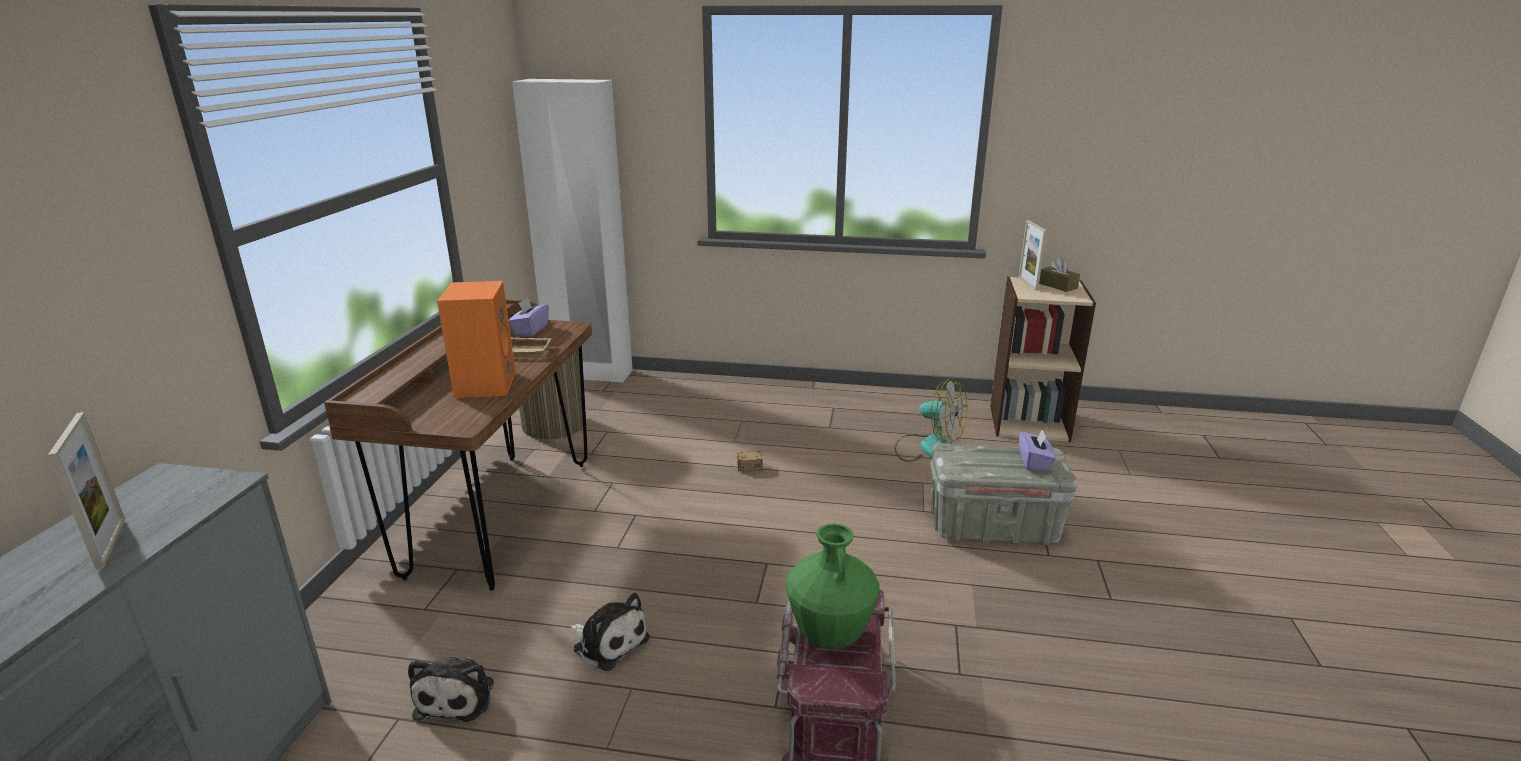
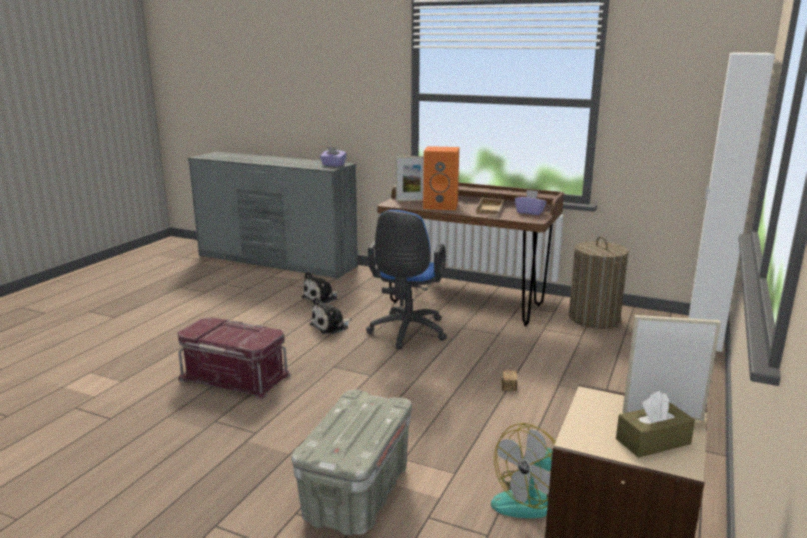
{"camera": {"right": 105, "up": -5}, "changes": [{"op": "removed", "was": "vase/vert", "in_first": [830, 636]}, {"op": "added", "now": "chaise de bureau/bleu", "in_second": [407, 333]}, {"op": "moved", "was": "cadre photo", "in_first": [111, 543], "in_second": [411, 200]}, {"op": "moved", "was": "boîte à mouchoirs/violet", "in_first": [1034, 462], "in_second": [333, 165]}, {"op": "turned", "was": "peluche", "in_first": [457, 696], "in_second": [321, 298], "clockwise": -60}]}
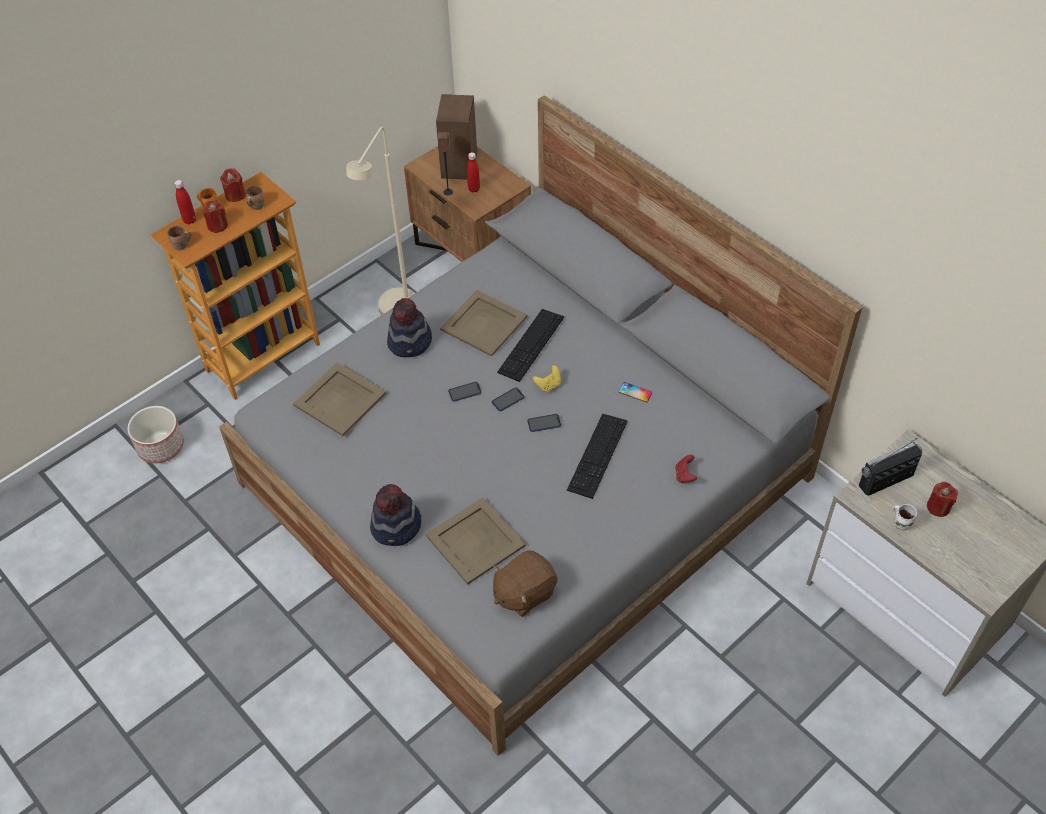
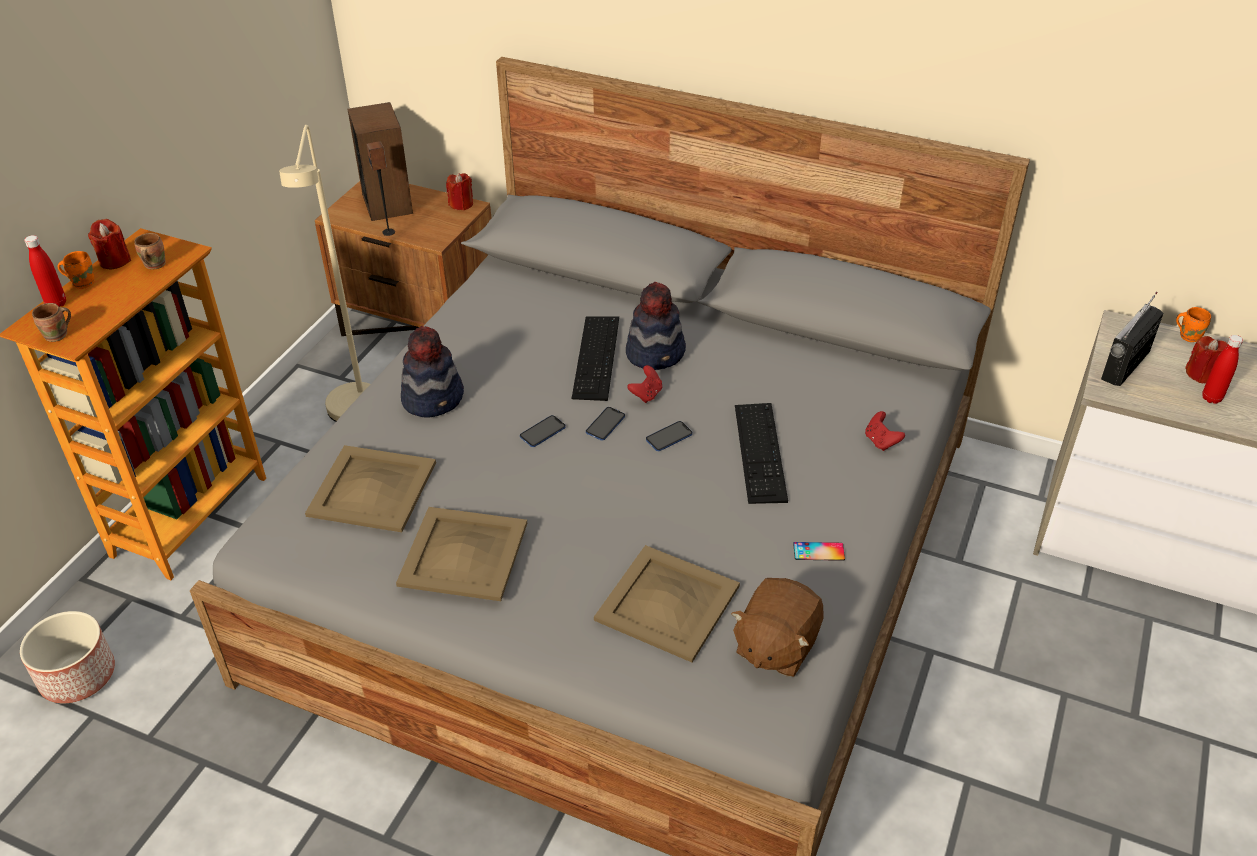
{"camera": {"right": -25, "up": -10}, "changes": [{"op": "removed", "was": "mug/blanc", "in_first": [901, 523]}, {"op": "added", "now": "mug/orange", "in_second": [1188, 335]}, {"op": "moved", "was": "bougie/rouge", "in_first": [217, 225], "in_second": [461, 204]}, {"op": "moved", "was": "chapeau", "in_first": [396, 527], "in_second": [656, 352]}, {"op": "moved", "was": "plateau/beige", "in_first": [484, 323], "in_second": [465, 553]}, {"op": "moved", "was": "bouteille/rouge", "in_first": [474, 189], "in_second": [1211, 398]}, {"op": "moved", "was": "téléphone", "in_first": [635, 392], "in_second": [818, 551]}, {"op": "recoloured", "was": "manette/jaune", "now": "manette/rouge", "in_first": [548, 385], "in_second": [646, 394]}]}
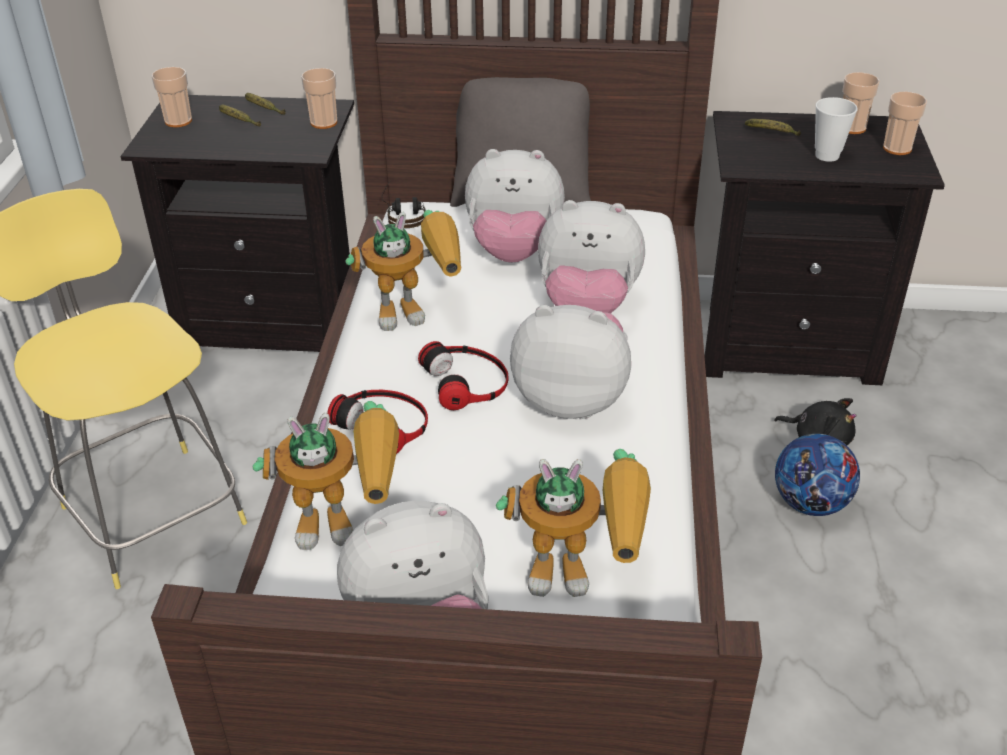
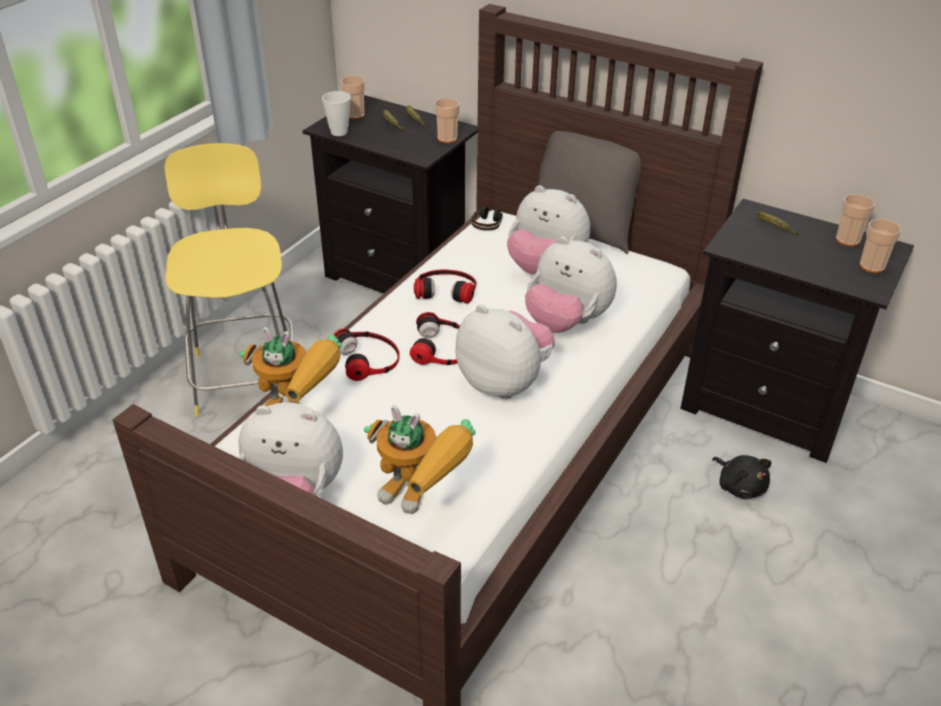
{"camera": {"right": 25, "up": 0}, "changes": [{"op": "removed", "was": "ballon de foot", "in_first": [810, 503]}, {"op": "moved", "was": "tasse", "in_first": [827, 155], "in_second": [339, 132]}, {"op": "replaced", "was": "robot jouet", "now": "casque audio", "in_first": [417, 310], "in_second": [446, 289]}]}
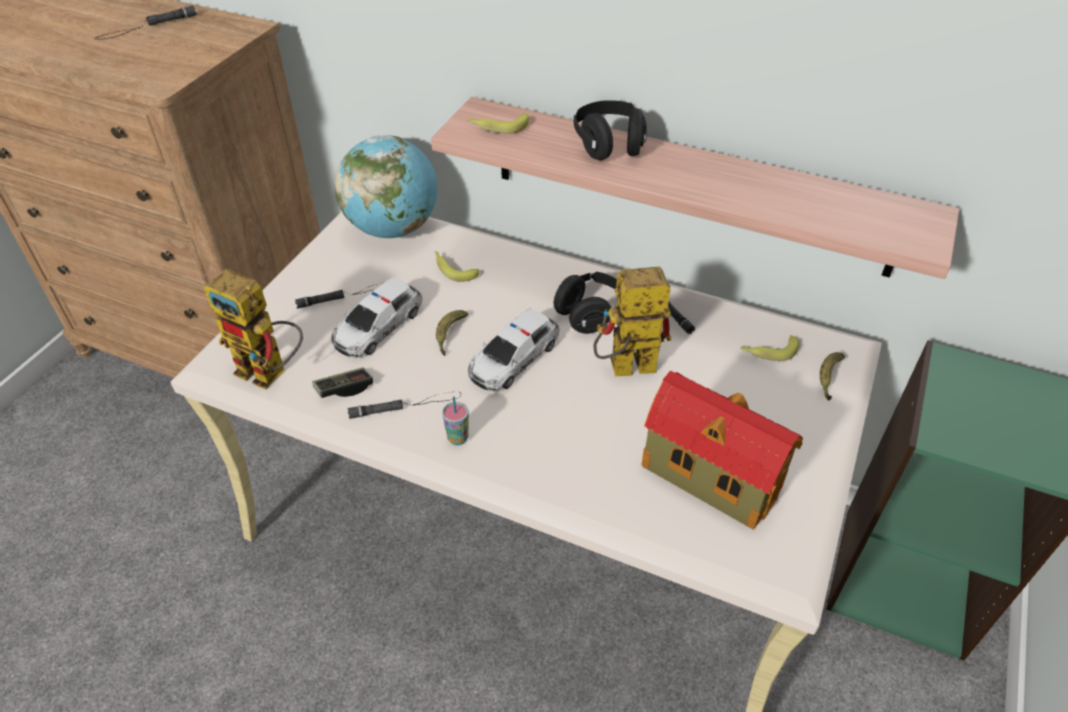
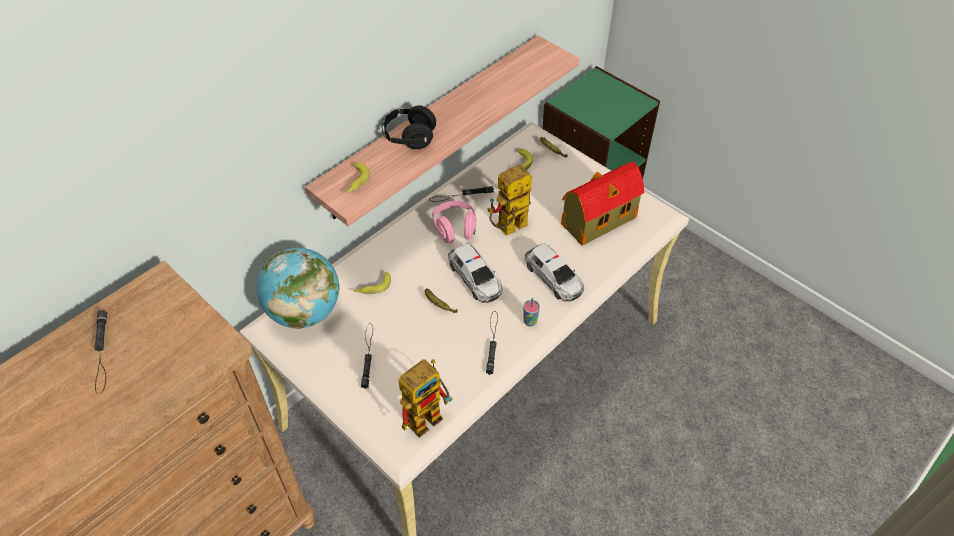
{"camera": {"right": -70, "up": 5}, "changes": [{"op": "removed", "was": "manette", "in_first": [344, 389]}, {"op": "moved", "was": "petite voiture", "in_first": [378, 326], "in_second": [554, 277]}, {"op": "recoloured", "was": "casque audio/noir", "now": "casque audio/rose", "in_first": [592, 314], "in_second": [455, 229]}, {"op": "turned", "was": "robot jouet", "in_first": [623, 369], "in_second": [508, 230], "clockwise": 45}]}
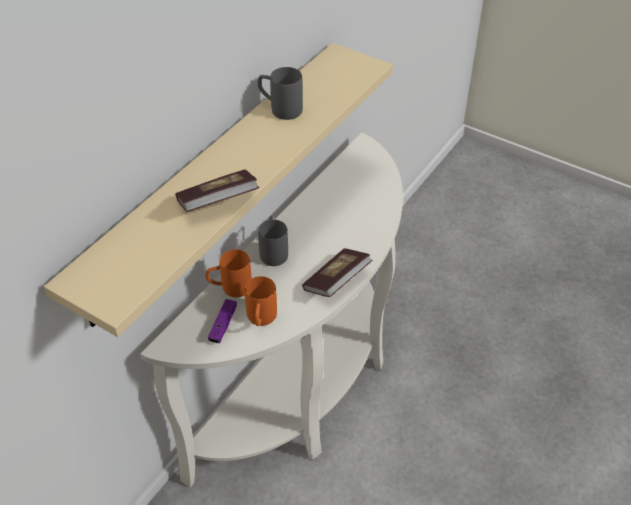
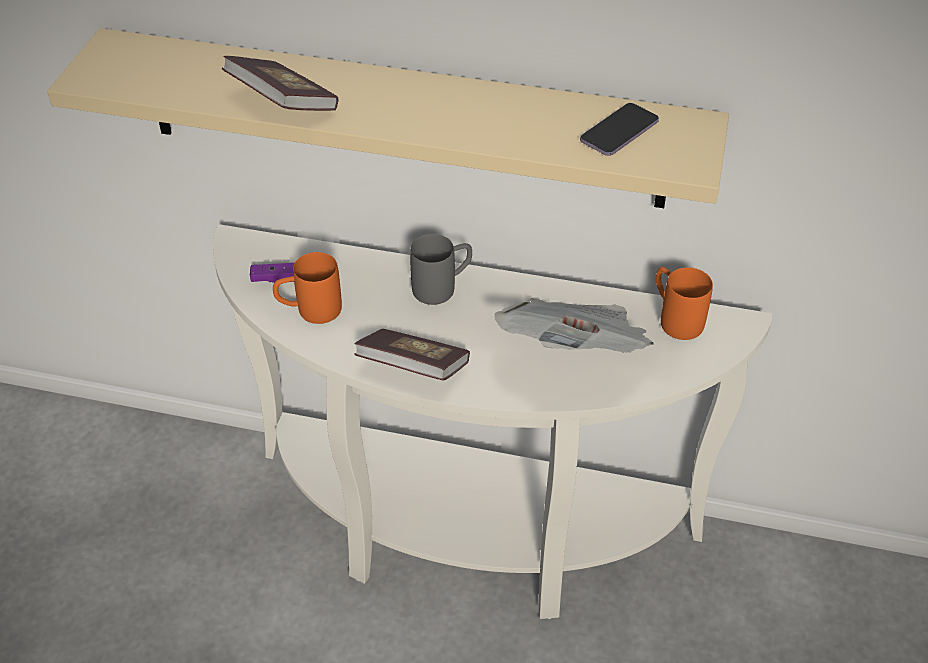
{"camera": {"right": 70, "up": 0}, "changes": [{"op": "removed", "was": "mug/gris", "in_first": [280, 109]}, {"op": "added", "now": "journal", "in_second": [575, 353]}, {"op": "added", "now": "téléphone", "in_second": [619, 132]}, {"op": "moved", "was": "mug/orange", "in_first": [230, 288], "in_second": [674, 318]}]}
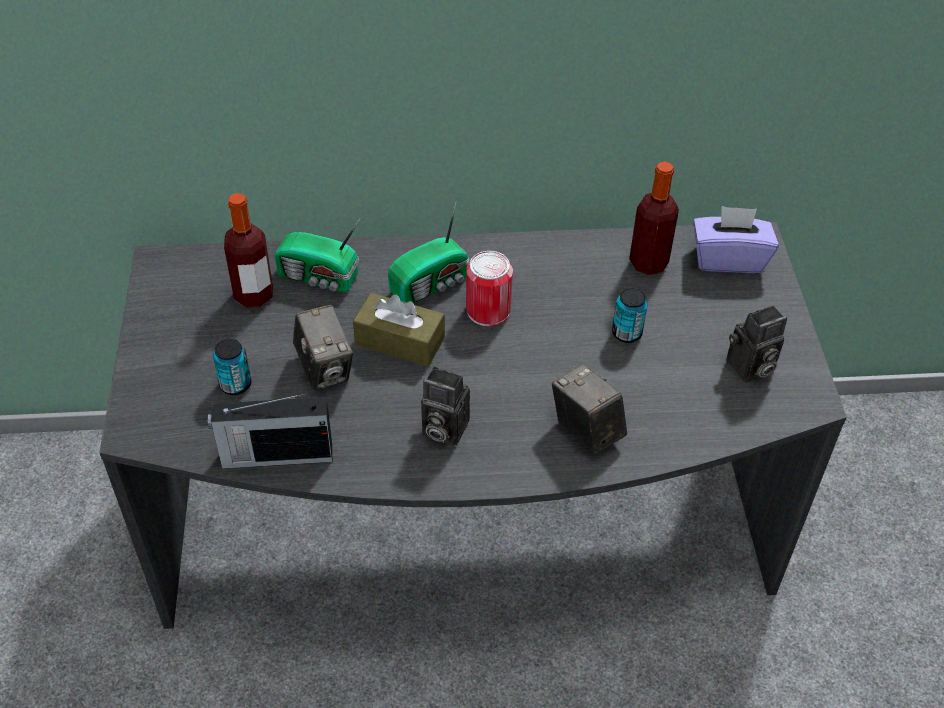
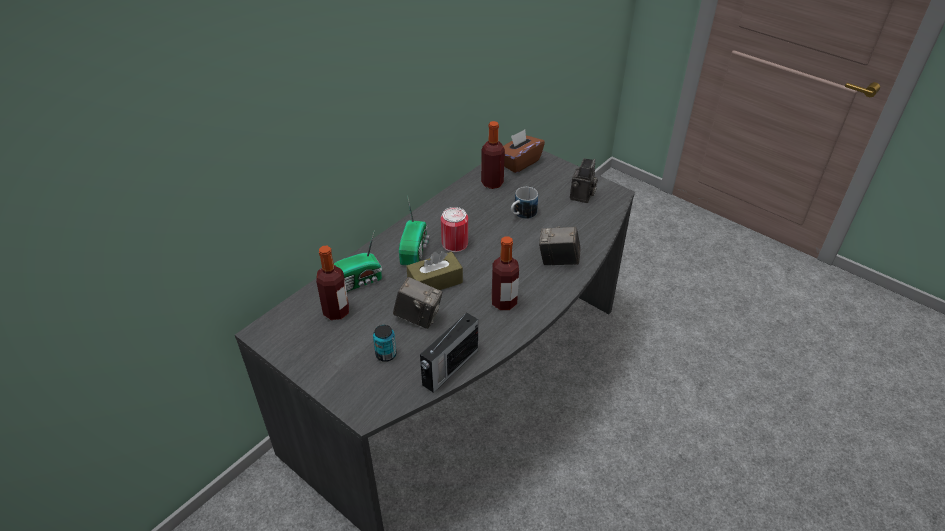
{"camera": {"right": -45, "up": -5}, "changes": [{"op": "replaced", "was": "appareil photo", "now": "bouteille", "in_first": [442, 429], "in_second": [504, 302]}, {"op": "replaced", "was": "boîte métallique", "now": "mug", "in_first": [627, 333], "in_second": [521, 214]}, {"op": "recoloured", "was": "boîte à mouchoirs/violet", "now": "boîte à mouchoirs/marron", "in_first": [728, 259], "in_second": [519, 162]}]}
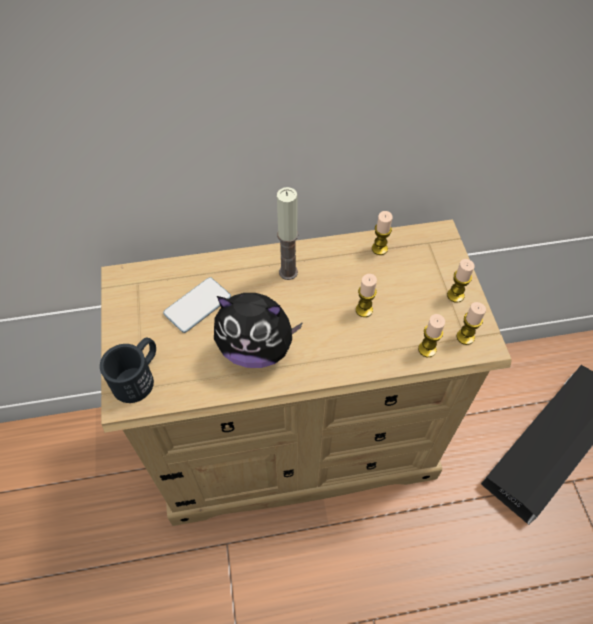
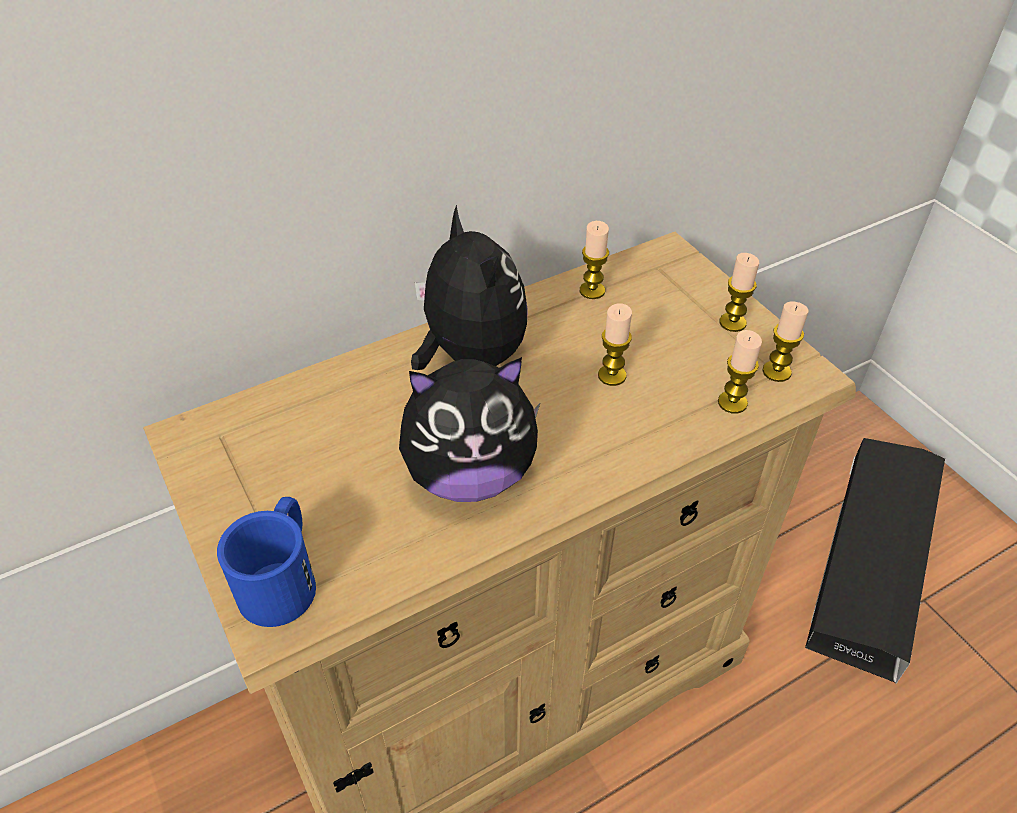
{"camera": {"right": -20, "up": -10}, "changes": [{"op": "removed", "was": "téléphone", "in_first": [197, 305]}, {"op": "replaced", "was": "bougie", "now": "peluche", "in_first": [288, 272], "in_second": [469, 355]}, {"op": "recoloured", "was": "mug/noir", "now": "mug/bleu", "in_first": [139, 376], "in_second": [283, 577]}]}
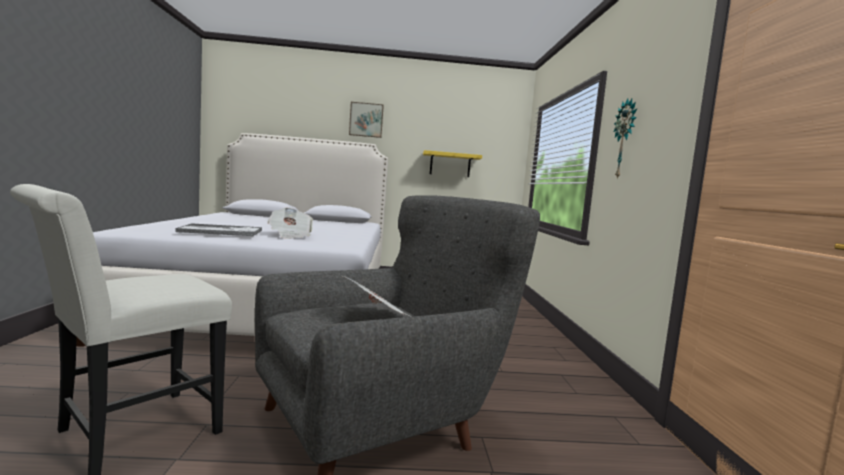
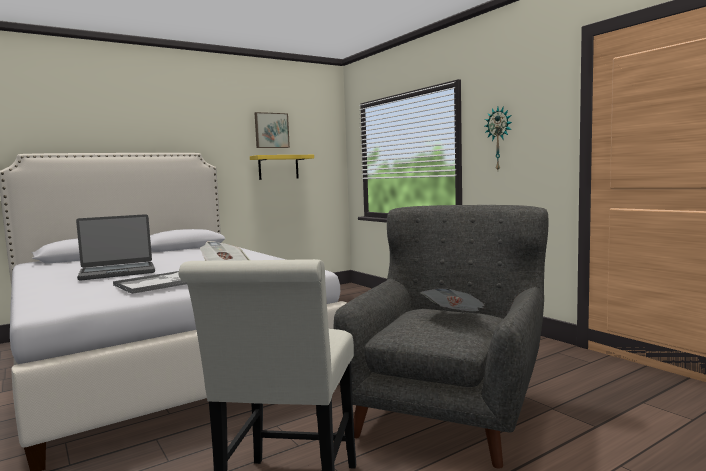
{"camera": {"right": -30, "up": 0}, "changes": [{"op": "added", "now": "ordinateur portable", "in_second": [117, 272]}, {"op": "moved", "was": "tableau", "in_first": [366, 120], "in_second": [271, 130]}]}
